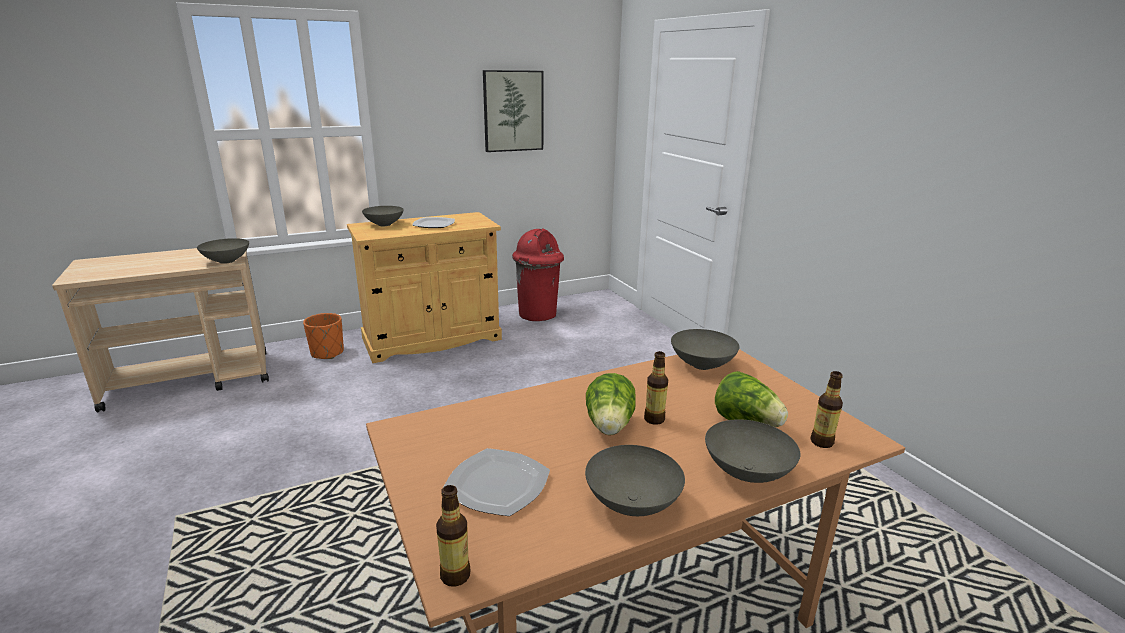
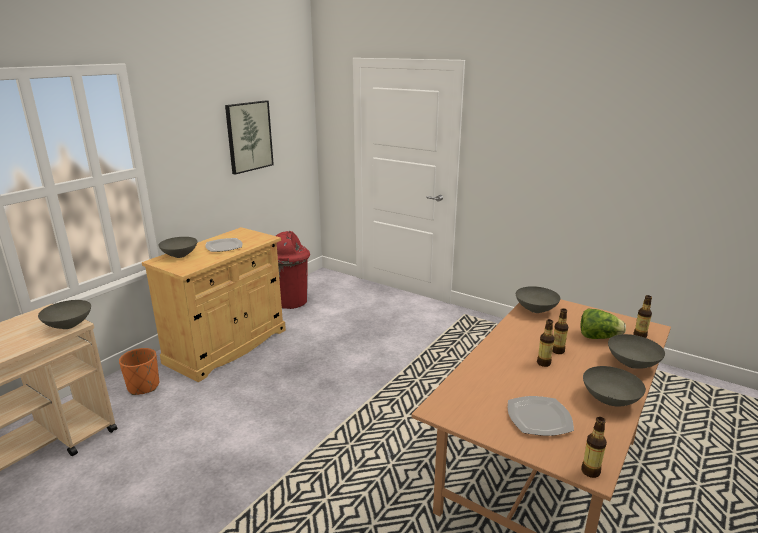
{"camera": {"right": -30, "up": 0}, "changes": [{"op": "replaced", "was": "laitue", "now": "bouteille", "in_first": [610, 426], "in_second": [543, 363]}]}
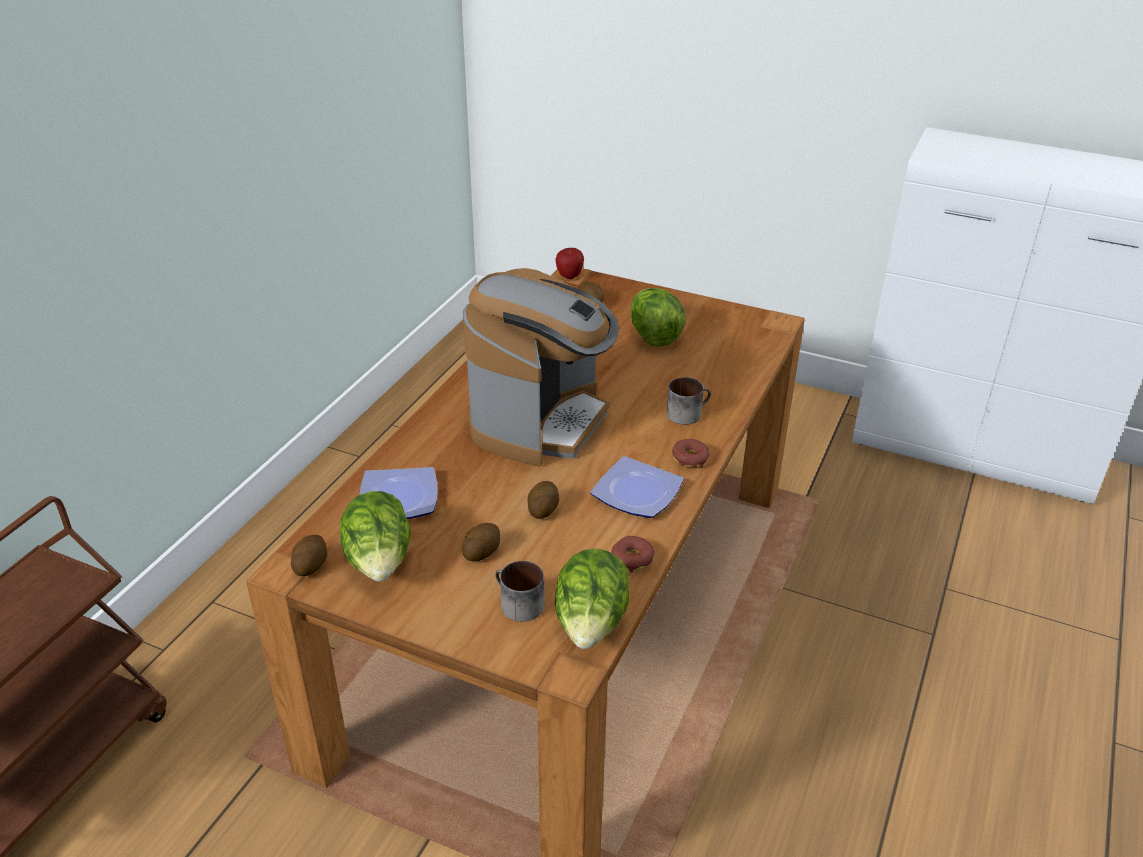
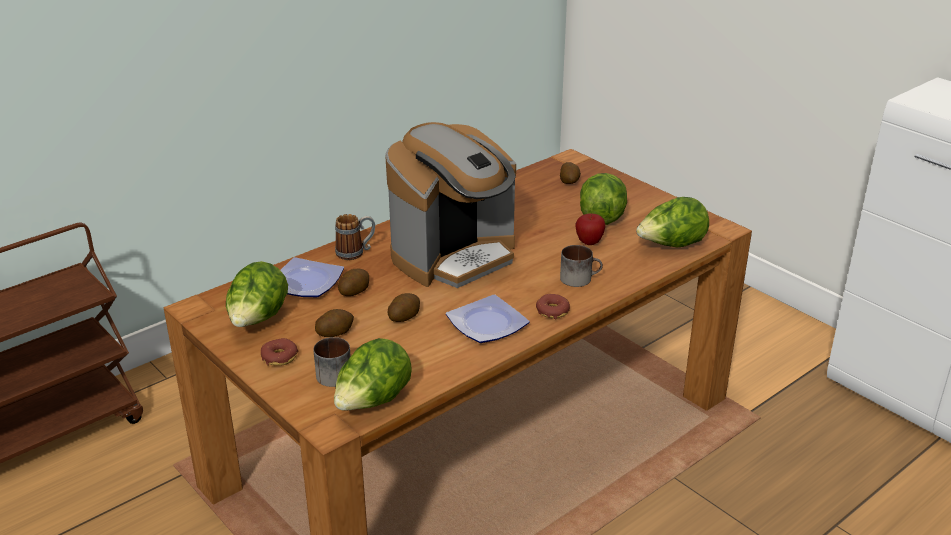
{"camera": {"right": 25, "up": -5}, "changes": [{"op": "added", "now": "mug", "in_second": [356, 252]}, {"op": "added", "now": "laitue", "in_second": [671, 246]}, {"op": "moved", "was": "pomme de terre", "in_first": [310, 565], "in_second": [354, 291]}, {"op": "moved", "was": "pomme", "in_first": [569, 276], "in_second": [589, 242]}, {"op": "moved", "was": "beignet", "in_first": [632, 559], "in_second": [279, 357]}]}
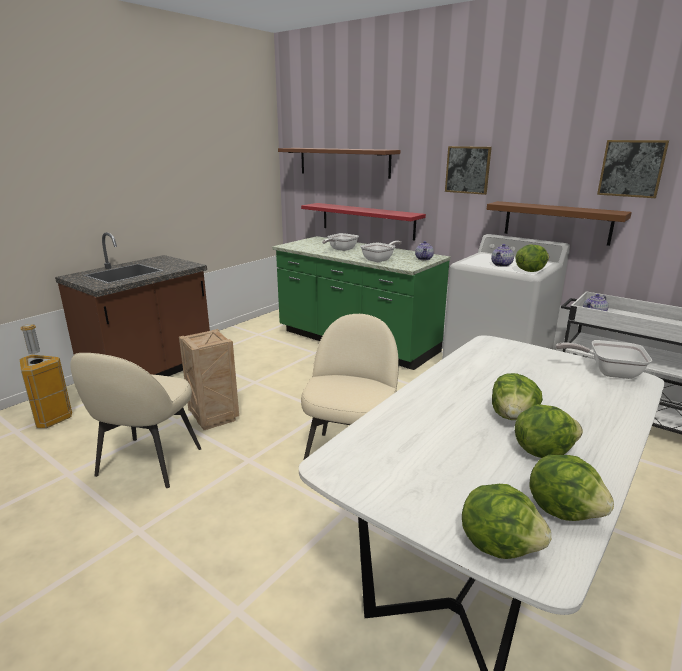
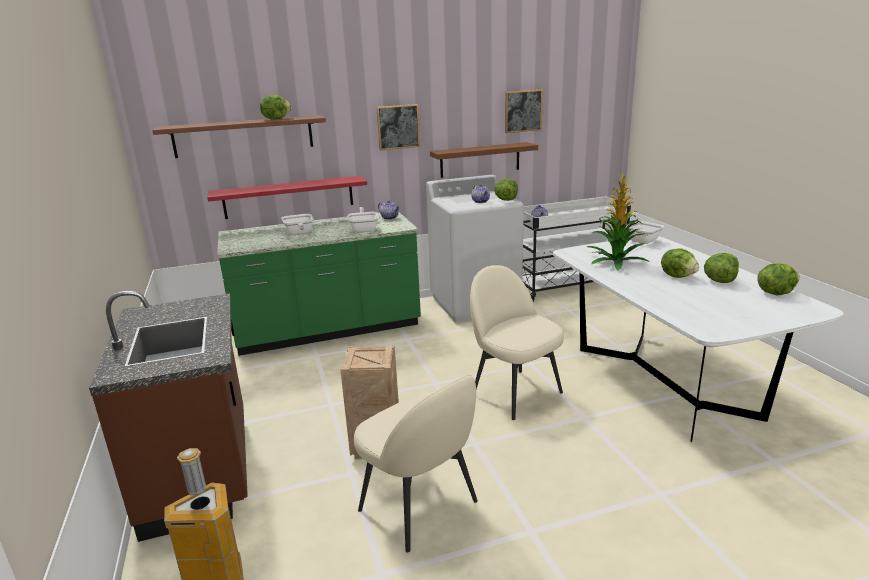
{"camera": {"right": -55, "up": 0}, "changes": [{"op": "added", "now": "plante en pot", "in_second": [615, 262]}, {"op": "moved", "was": "laitue", "in_first": [499, 544], "in_second": [276, 119]}]}
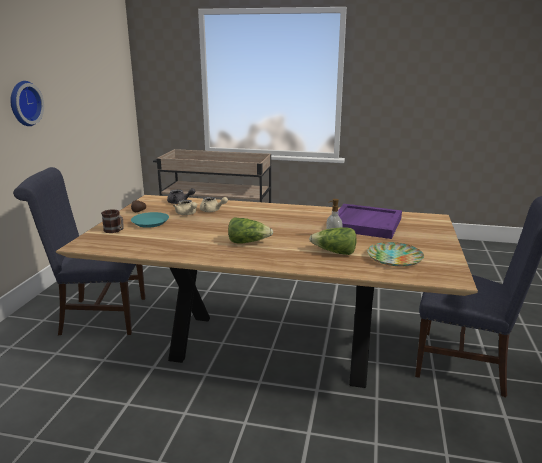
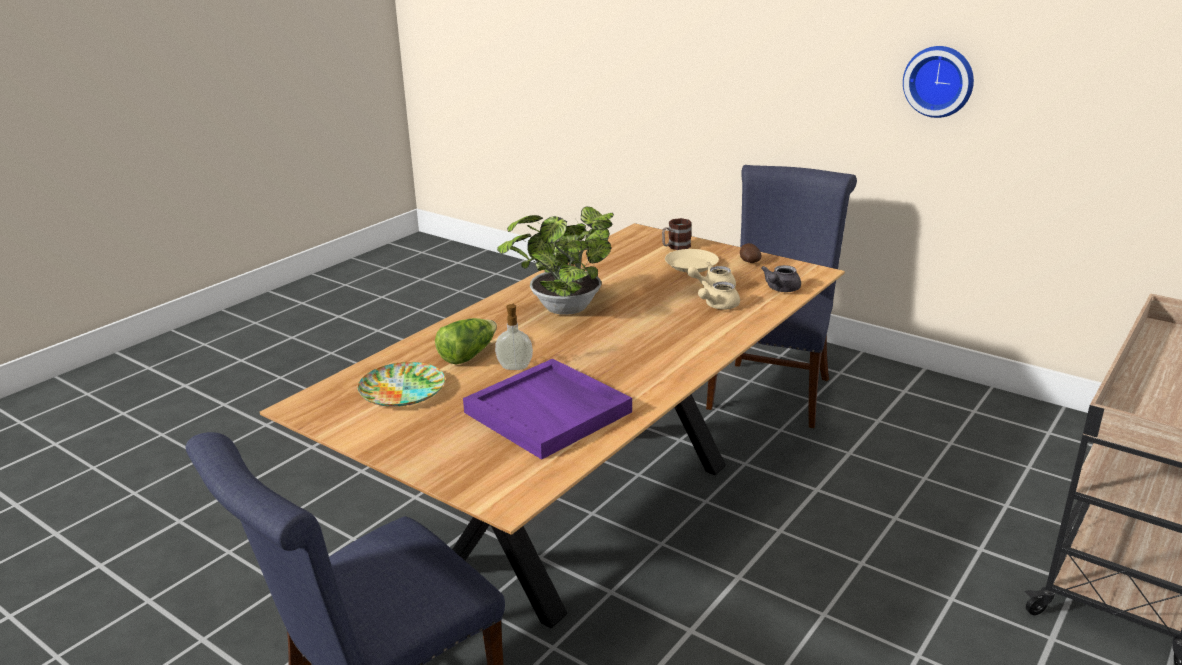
{"camera": {"right": 115, "up": 5}, "changes": [{"op": "replaced", "was": "laitue", "now": "plante en pot", "in_first": [248, 242], "in_second": [562, 310]}, {"op": "recoloured", "was": "assiette/turquoise", "now": "assiette/beige", "in_first": [150, 222], "in_second": [692, 265]}]}
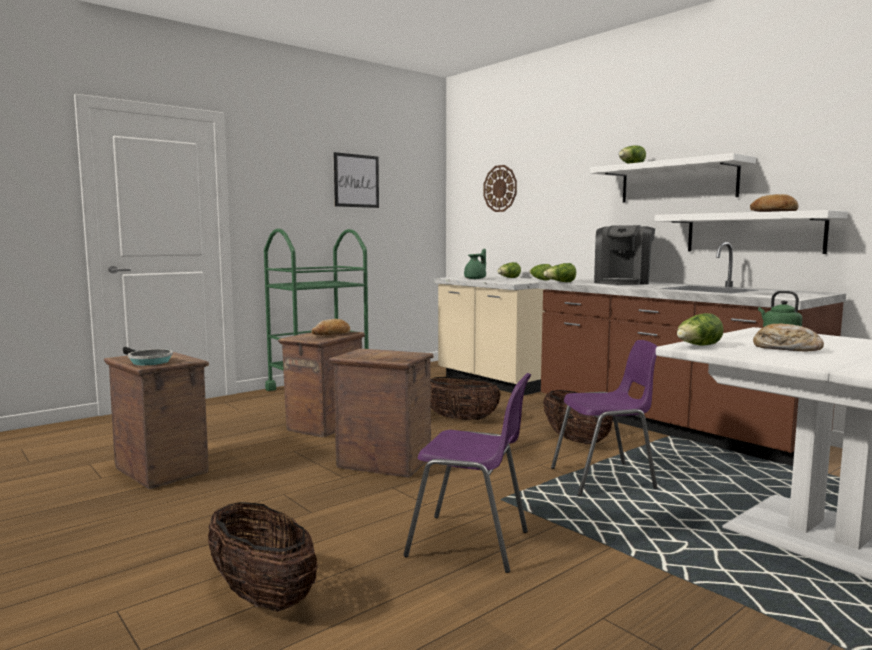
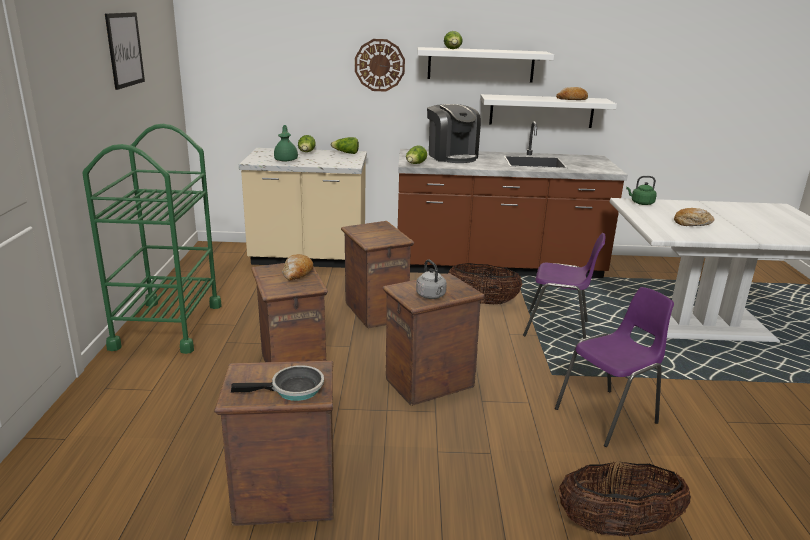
{"camera": {"right": -50, "up": 15}, "changes": [{"op": "removed", "was": "laitue", "in_first": [697, 346]}, {"op": "added", "now": "bouilloire/gris", "in_second": [431, 296]}, {"op": "moved", "was": "horloge murale", "in_first": [500, 188], "in_second": [379, 65]}, {"op": "replaced", "was": "panier", "now": "caisse", "in_first": [460, 419], "in_second": [375, 312]}, {"op": "turned", "was": "chaise/violet", "in_first": [605, 479], "in_second": [558, 329], "clockwise": 75}]}
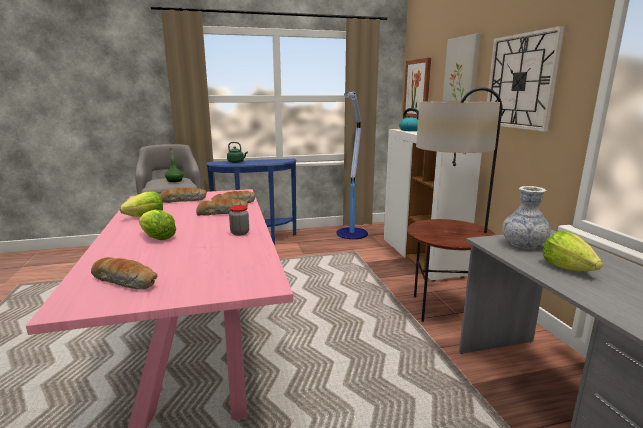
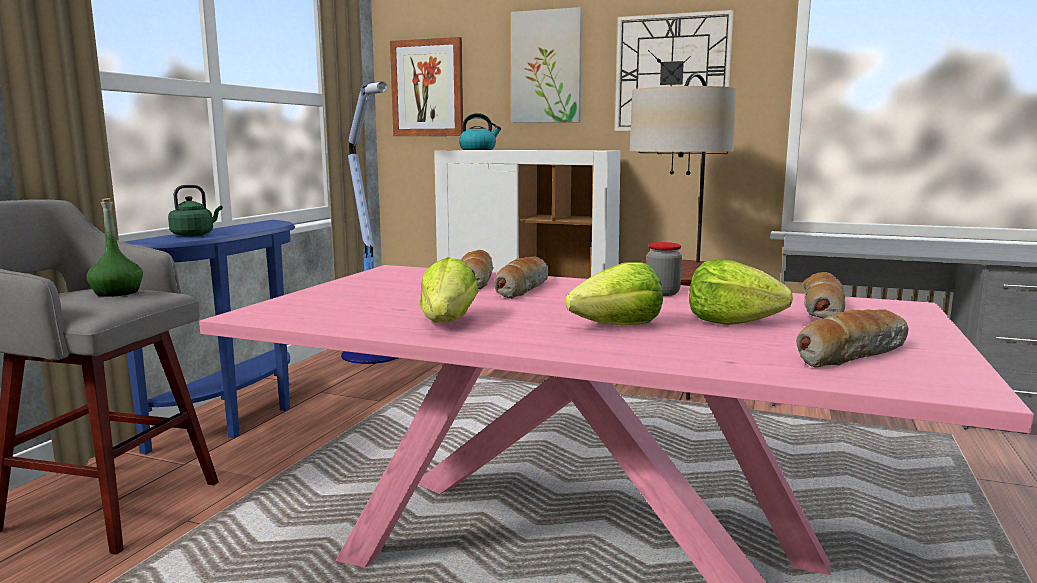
{"camera": {"right": -55, "up": -5}, "changes": [{"op": "removed", "was": "vase", "in_first": [523, 245]}, {"op": "moved", "was": "pain", "in_first": [183, 200], "in_second": [821, 309]}, {"op": "moved", "was": "laitue", "in_first": [567, 268], "in_second": [731, 322]}]}
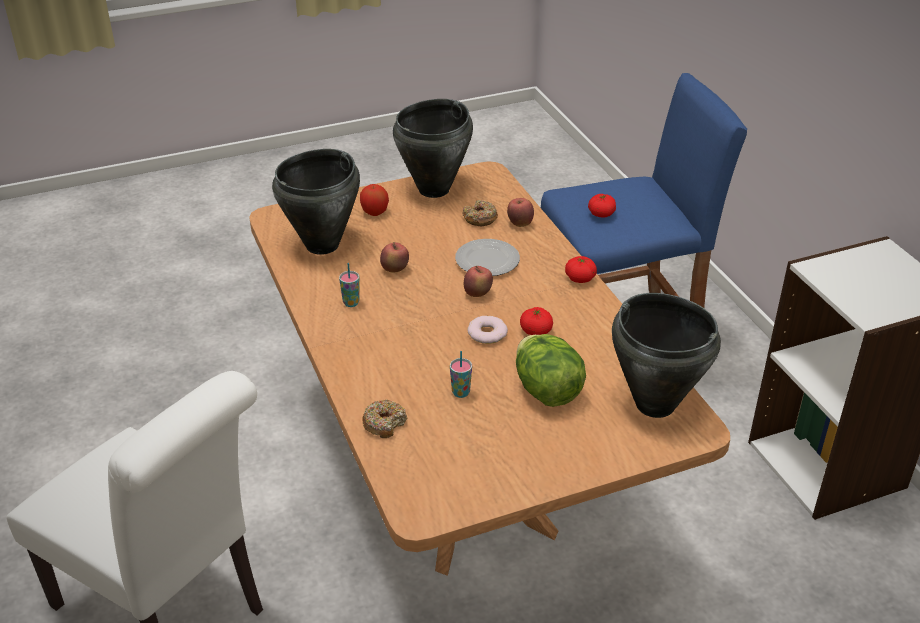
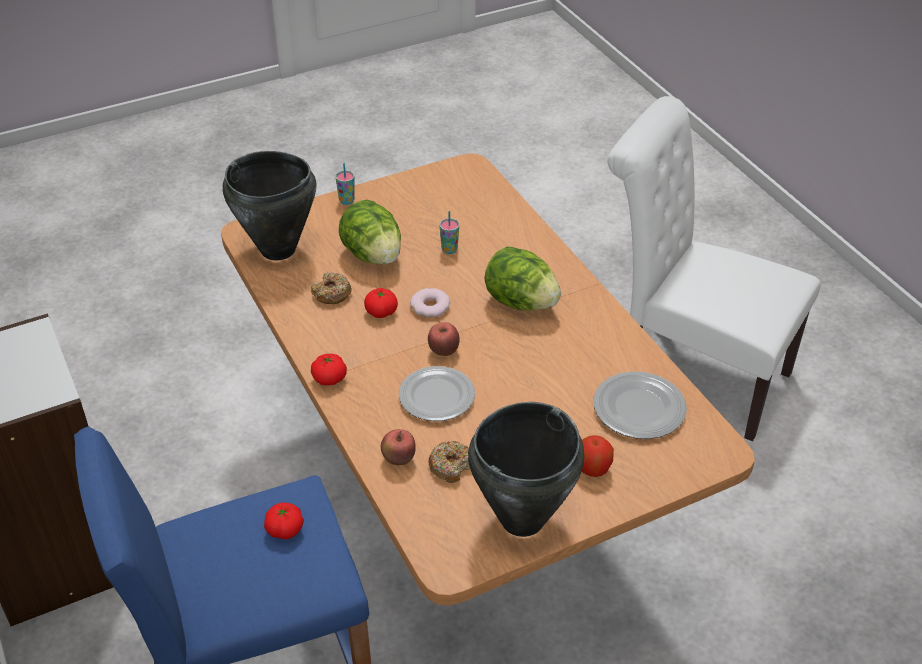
{"camera": {"right": 175, "up": 5}, "changes": [{"op": "removed", "was": "pomme", "in_first": [395, 270]}, {"op": "added", "now": "laitue", "in_second": [520, 302]}, {"op": "moved", "was": "tasse", "in_first": [351, 303], "in_second": [346, 201]}, {"op": "moved", "was": "beignet", "in_first": [384, 423], "in_second": [332, 294]}, {"op": "replaced", "was": "marmite/noir", "now": "assiette", "in_first": [323, 245], "in_second": [637, 408]}]}
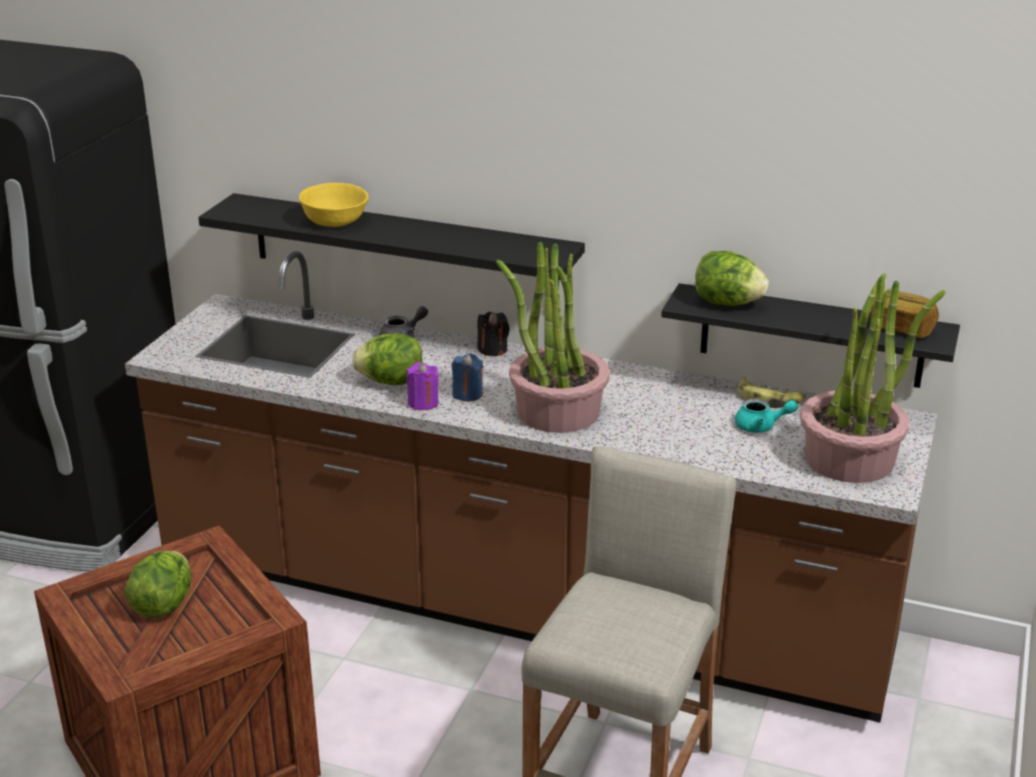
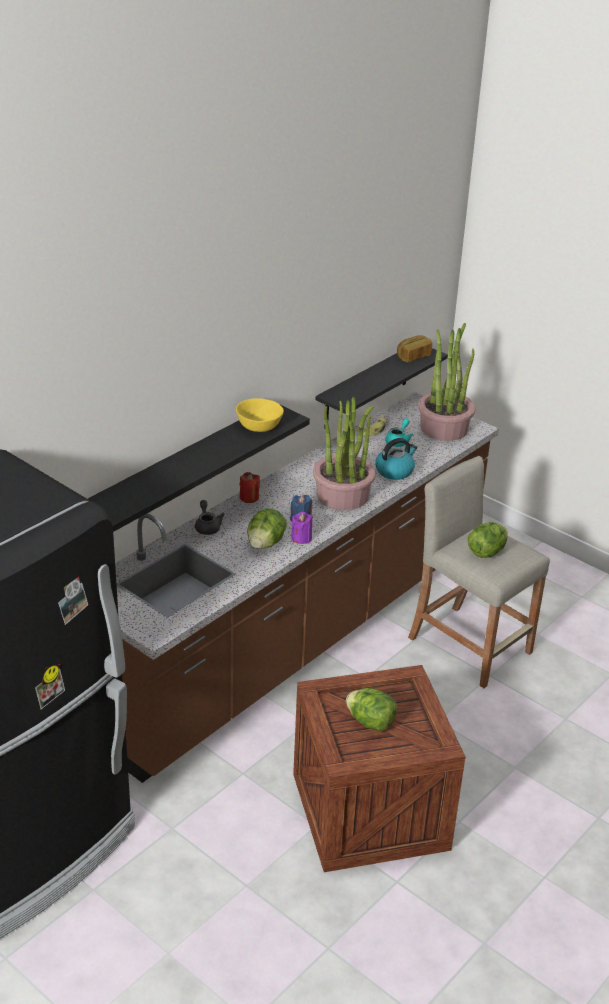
{"camera": {"right": -70, "up": 5}, "changes": [{"op": "added", "now": "bouilloire", "in_second": [395, 471]}, {"op": "moved", "was": "bol/jaune", "in_first": [335, 221], "in_second": [259, 426]}, {"op": "moved", "was": "laitue", "in_first": [727, 303], "in_second": [486, 552]}, {"op": "recoloured", "was": "bougie/noir", "now": "bougie/rouge", "in_first": [492, 349], "in_second": [249, 497]}]}
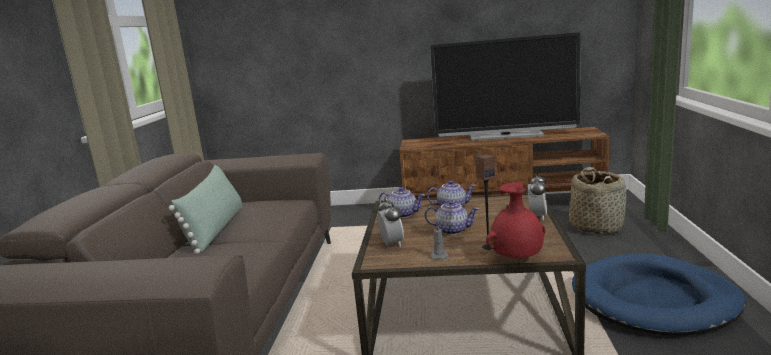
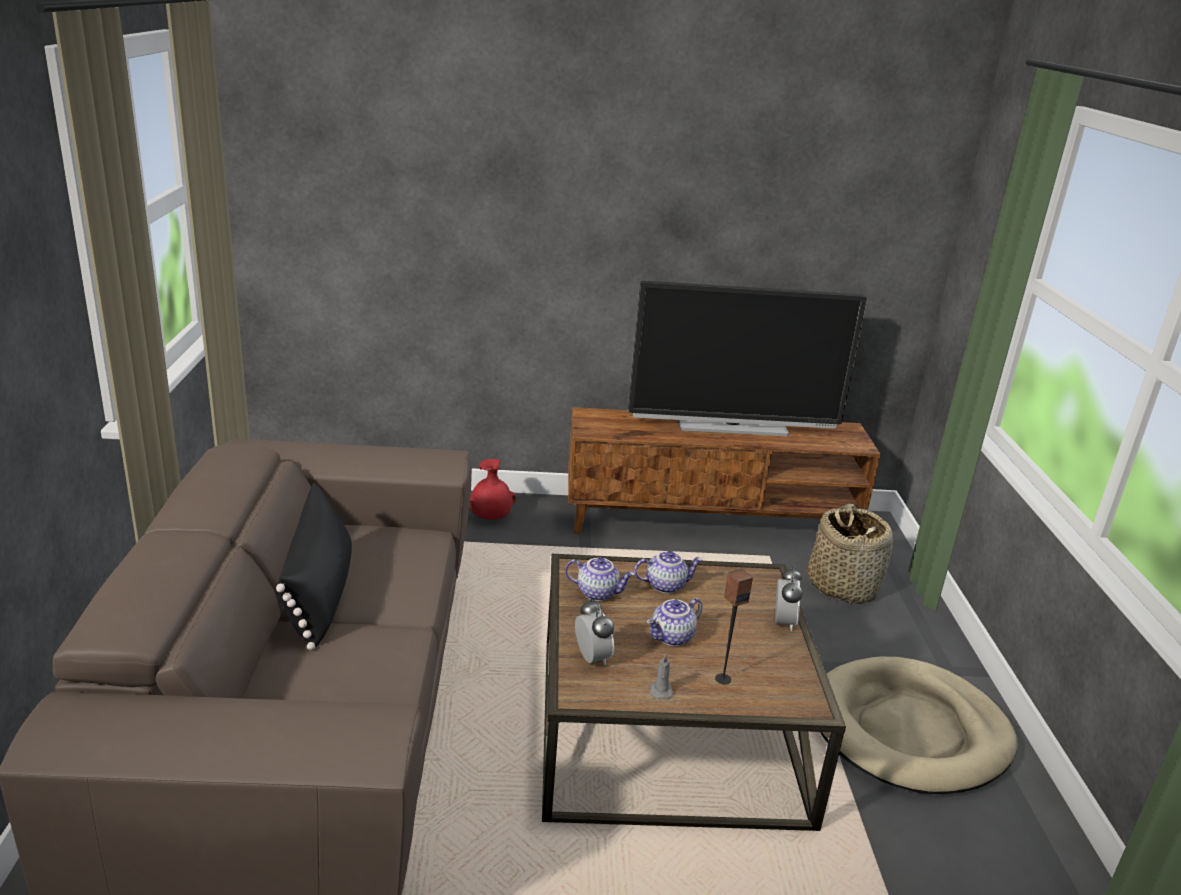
{"camera": {"right": -10, "up": 10}, "changes": [{"op": "moved", "was": "vase/rouge", "in_first": [517, 258], "in_second": [491, 518]}, {"op": "recoloured", "was": "coussin/vert", "now": "coussin/noir", "in_first": [216, 229], "in_second": [320, 594]}, {"op": "recoloured", "was": "panier pour chien/bleu", "now": "panier pour chien/beige", "in_first": [654, 300], "in_second": [909, 731]}, {"op": "turned", "was": "théière", "in_first": [453, 230], "in_second": [672, 638], "clockwise": 135}]}
